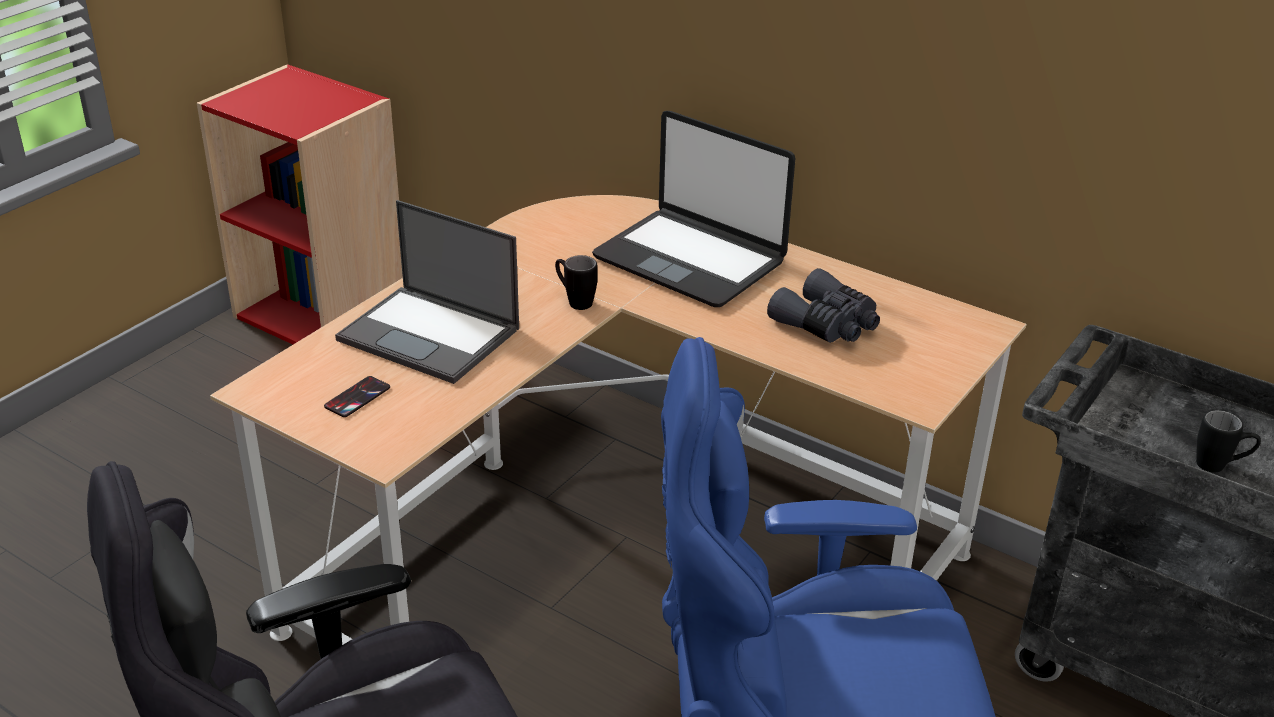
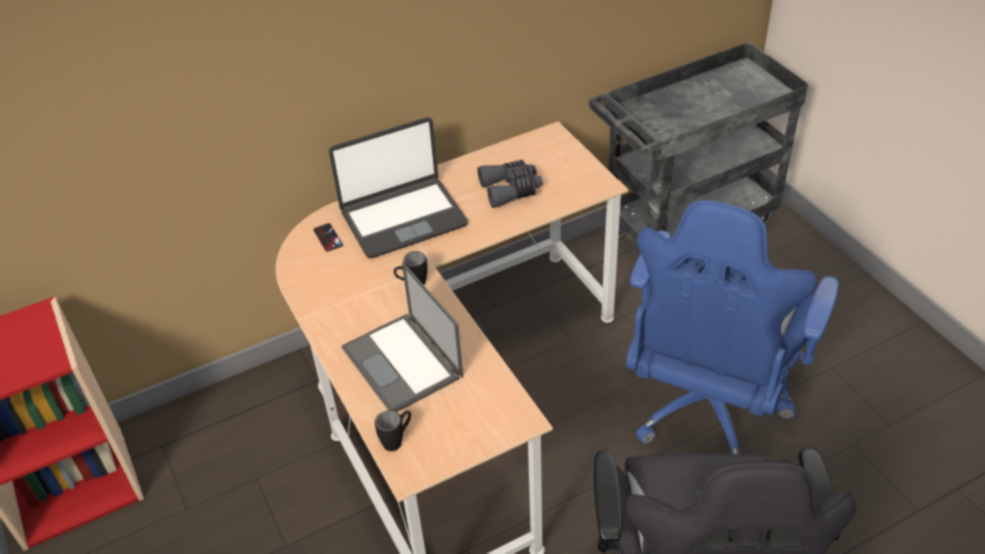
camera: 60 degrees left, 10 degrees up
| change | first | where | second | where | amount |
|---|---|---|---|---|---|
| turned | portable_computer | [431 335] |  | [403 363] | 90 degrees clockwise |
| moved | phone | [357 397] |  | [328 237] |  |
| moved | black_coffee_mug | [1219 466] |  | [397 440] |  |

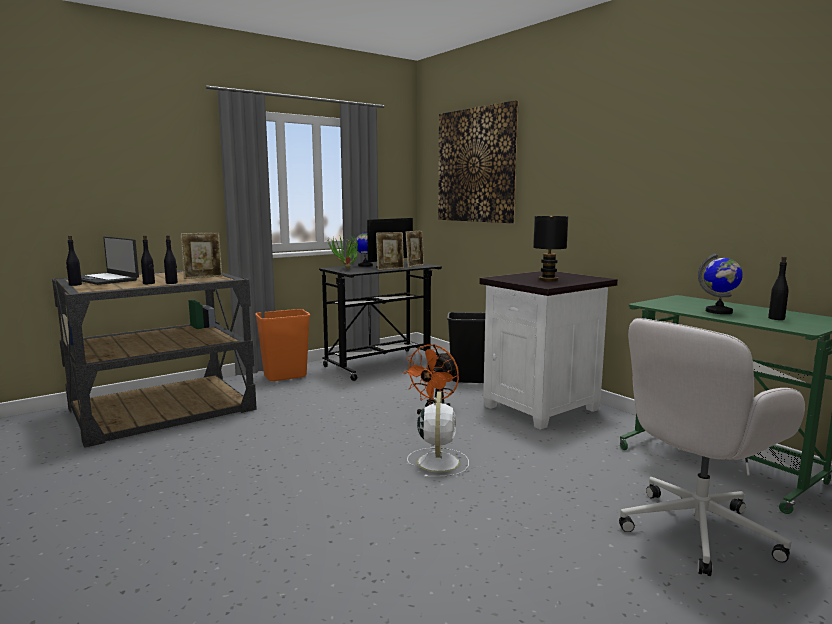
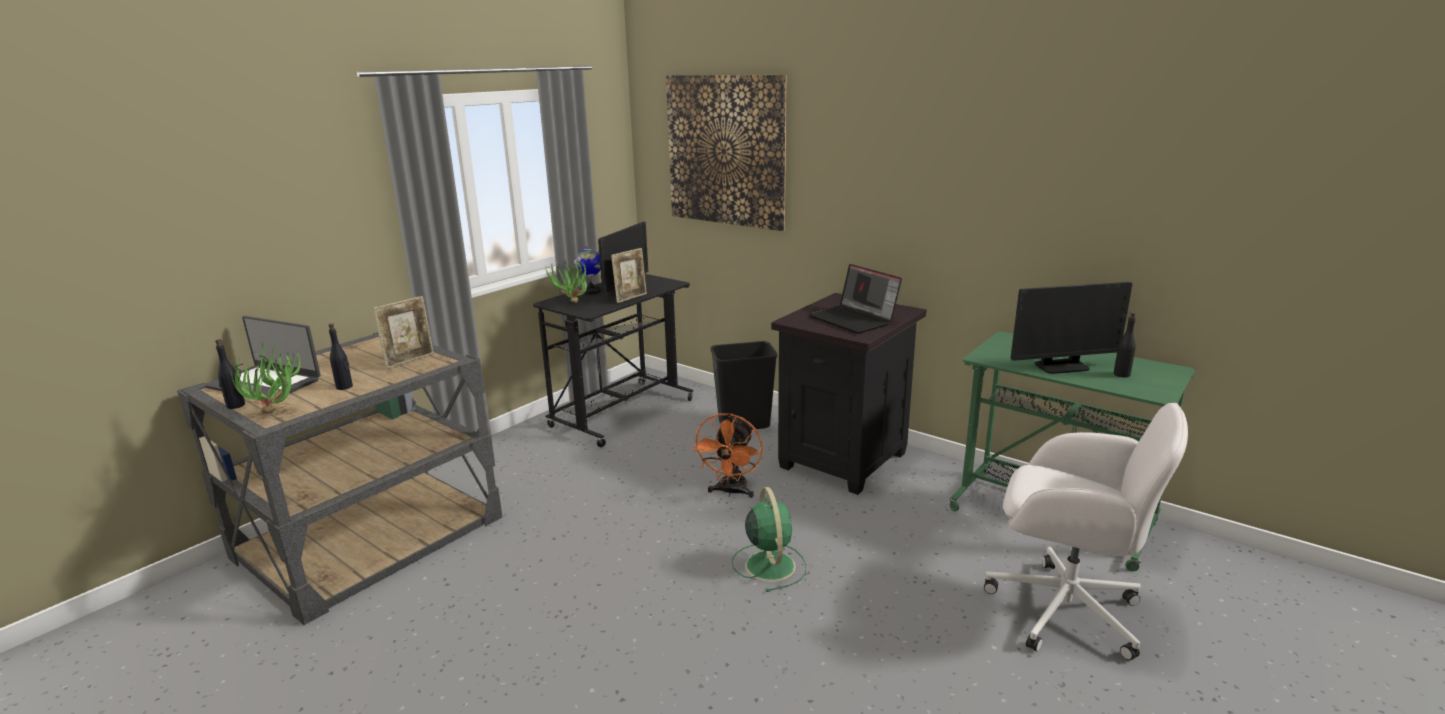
camera: 15 degrees left, 10 degrees up
| change | first | where | second | where | amount |
|---|---|---|---|---|---|
| replaced | black_table_lamp | [549 280] | portable_computer | [854 319] |  |
| removed | photo_frame | [415 266] |  |  |  |
| removed | black_drink_bottle | [172 283] |  |  |  |
| replaced | desk_globe | [719 312] | computer_display | [1061 366] |  |
| recoloured | white-coloured_storage_cabinet | [543 407] | black_storage_cabinet | [845 459] |  |
| removed | orangey_rubbish_bin | [285 376] |  |  |  |
| turned | white-coloured_computer_chair | [697 531] |  | [1064 611] | 105 degrees counterclockwise |
| recoloured | white-coloured_cooling_fan | [438 461] | greenish_cooling_fan | [769 564] |  |
| added |  |  | plant_in_a_pot | [278 413] |  |

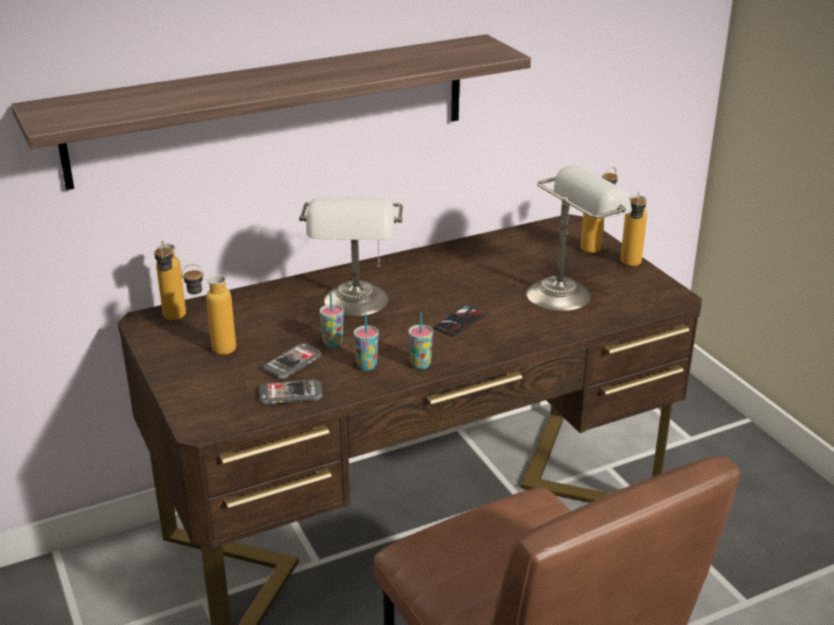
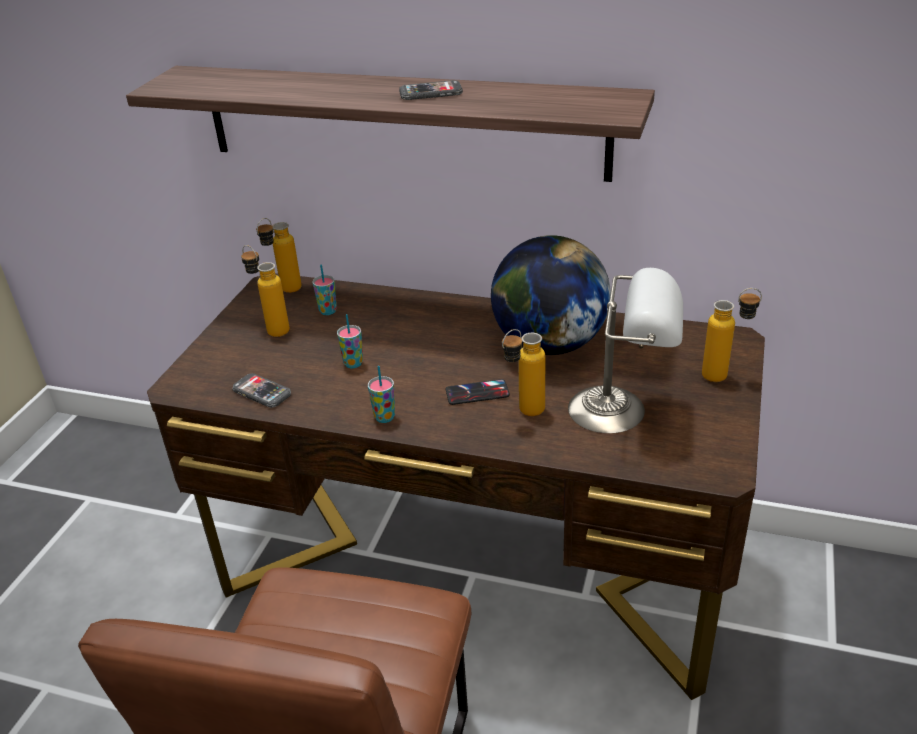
camera: 45 degrees right, 5 degrees up
| change | first | where | second | where | amount |
|---|---|---|---|---|---|
| moved | drink_bottle | [630 266] |  | [523 413] |  |
| removed | white-coloured_table_lamp | [357 306] |  |  |  |
| moved | small_cup | [367 366] |  | [328 311] |  |
| moved | phone | [292 363] |  | [431 93] |  |
| added |  |  | desk_globe | [549 344] |  |

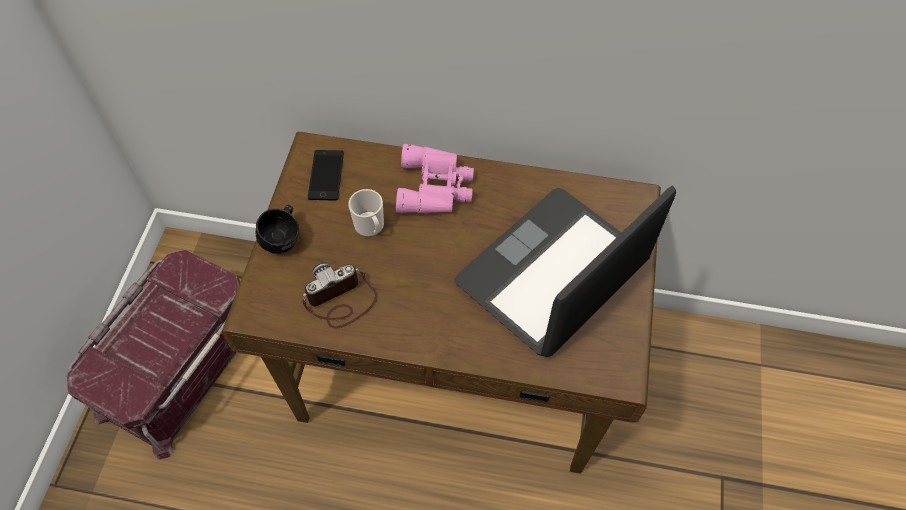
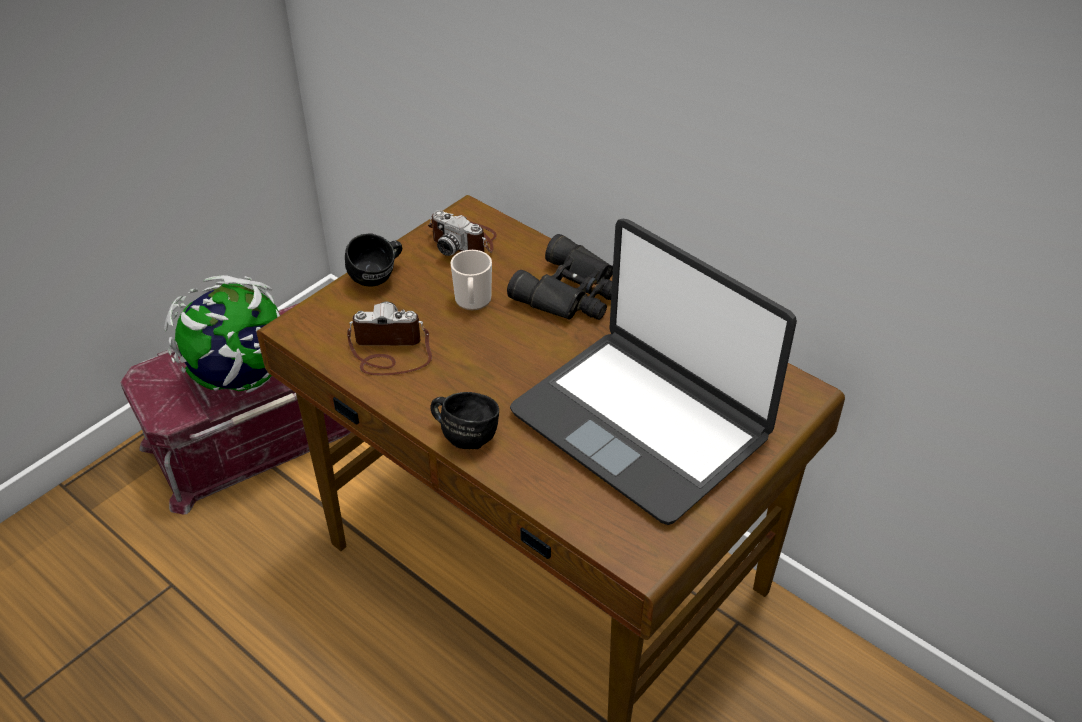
camera: 30 degrees right, 15 degrees down
| change | first | where | second | where | amount |
|---|---|---|---|---|---|
| recoloured | pink-coloured_binoculars | [436 187] | black_binoculars | [572 293] |  |
| replaced | phone | [326 175] | photo_camera | [464 240] |  |
| turned | portable_computer | [554 273] |  | [641 423] | 120 degrees counterclockwise |
| added |  |  | desk_globe | [240 378] |  |
| added |  |  | black_coffee_mug | [465 433] |  |

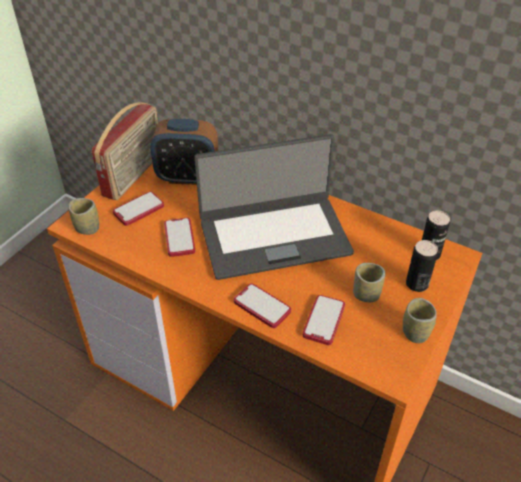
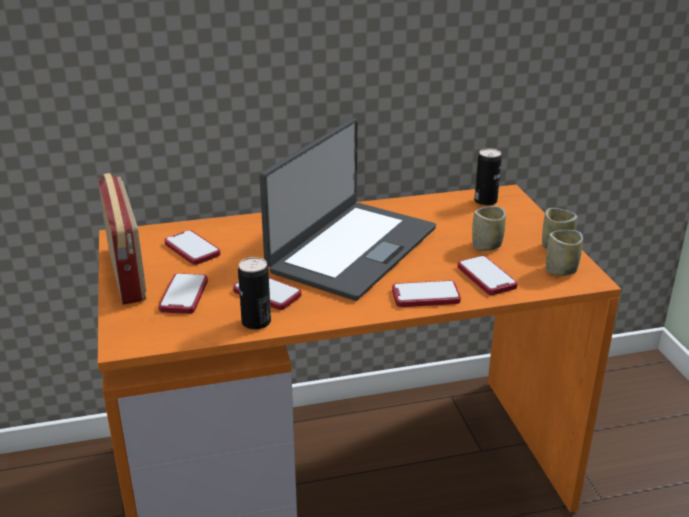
camera: 45 degrees left, 15 degrees down
| change | first | where | second | where | amount |
|---|---|---|---|---|---|
| replaced | bedside_clock | [187 177] | phone | [192 249] |  |
| moved | small_cup | [87 228] |  | [561 270] |  |
| moved | sealed_can | [417 284] |  | [256 322] |  |

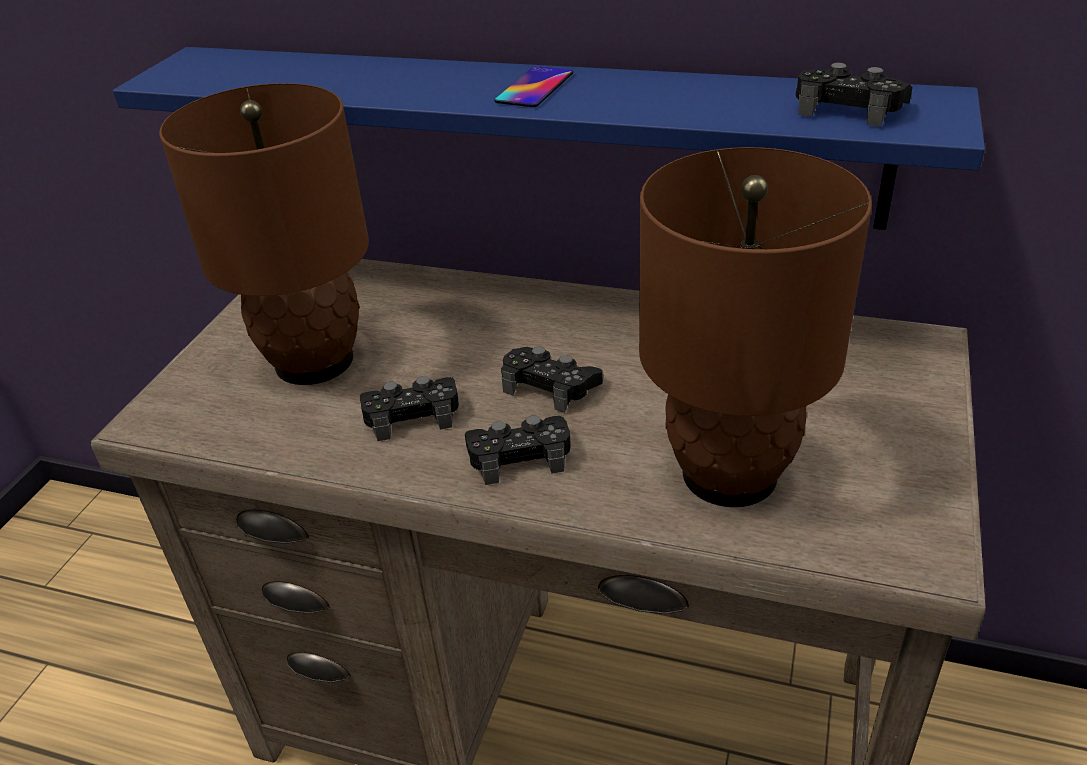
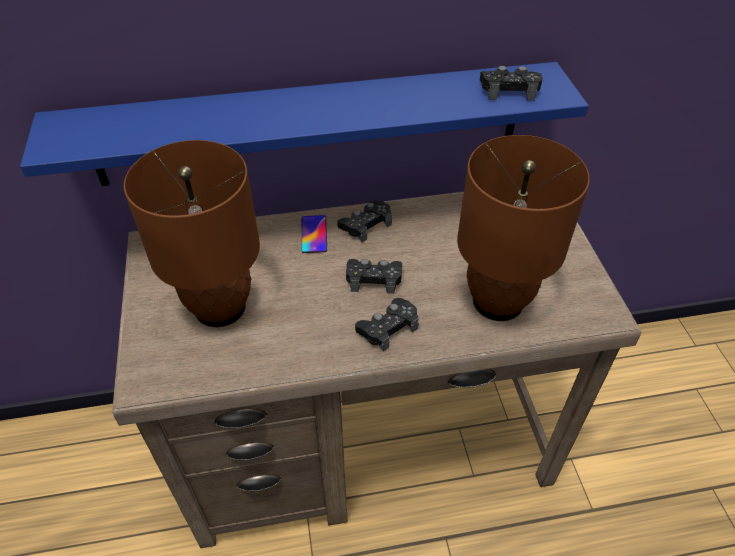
camera: 30 degrees left, 10 degrees up
| change | first | where | second | where | amount |
|---|---|---|---|---|---|
| moved | phone | [534 88] |  | [314 234] |  |
| moved | black_gamepad | [412 415] |  | [366 225] |  |

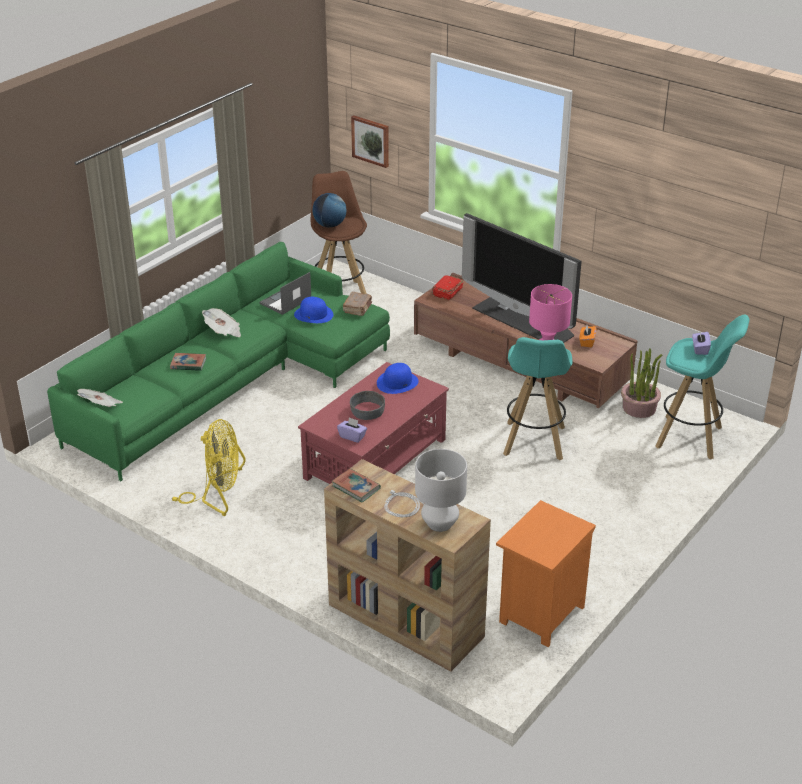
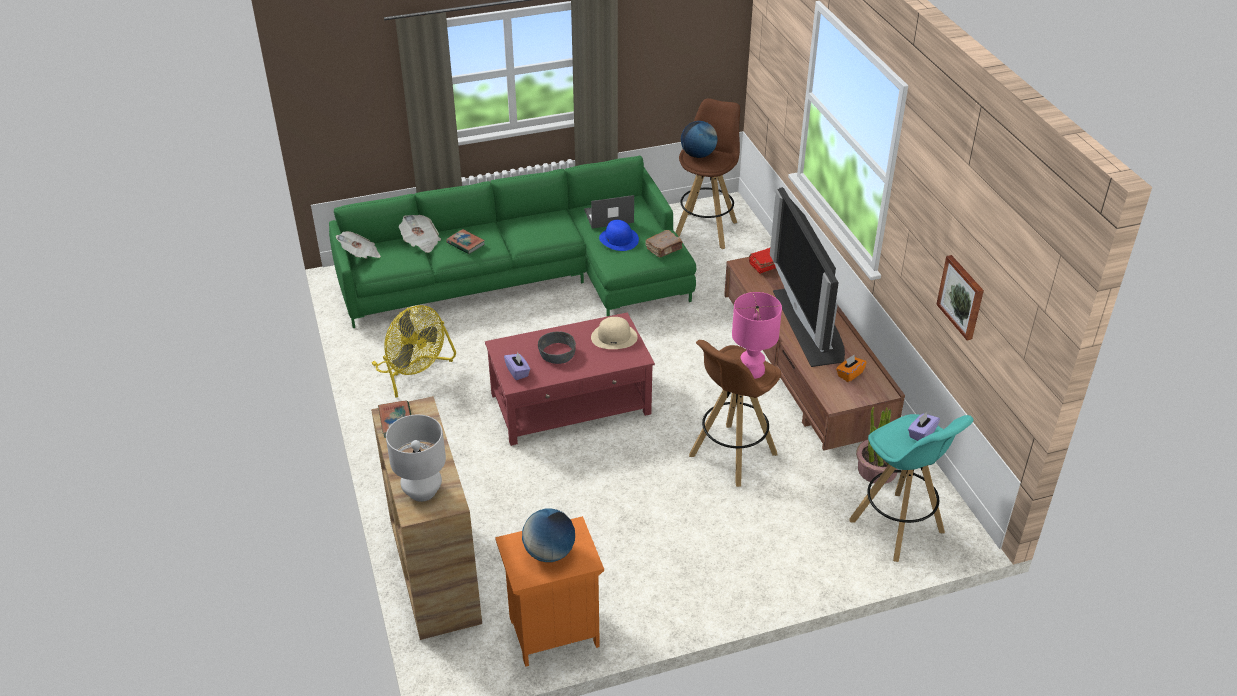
camera: 35 degrees right, 5 degrees up
| change | first | where | second | where | amount |
|---|---|---|---|---|---|
| moved | wall_picture | [371 140] |  | [961 297] |  |
| moved | printed_paper | [223 332] |  | [421 242] |  |
| recoloured | turquoise_stool | [533 442] | brown_stool | [731 455] |  |
| recoloured | blue_wearable_hat | [397 382] | sand-coloured_wearable_hat | [614 337] |  |
| added |  |  | desk_globe | [549 553] |  |

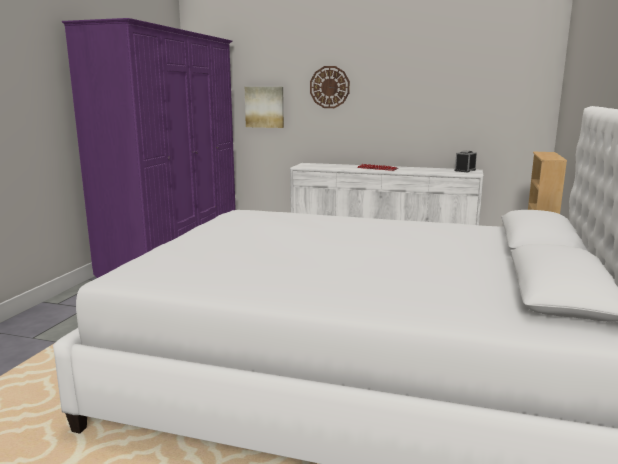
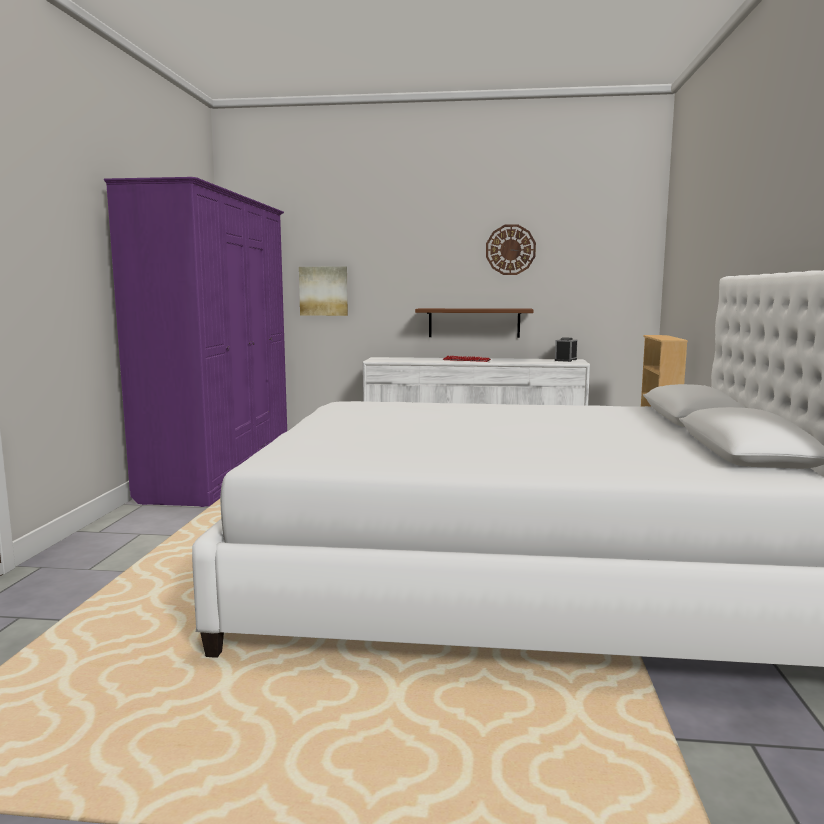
camera: 10 degrees left, 5 degrees down
| change | first | where | second | where | amount |
|---|---|---|---|---|---|
| moved | wall_clock | [329 87] |  | [510 250] |  |
| added |  |  | brown_shelf | [474 322] |  |

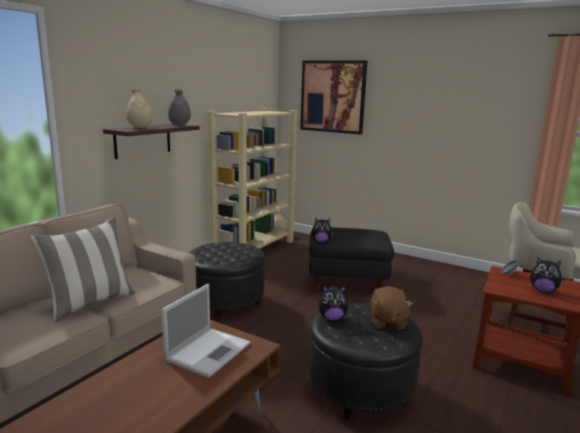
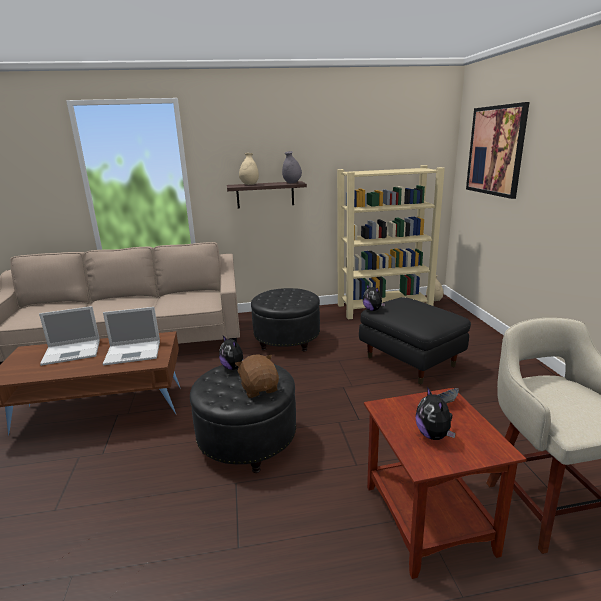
camera: 50 degrees right, 5 degrees up
| change | first | where | second | where | amount |
|---|---|---|---|---|---|
| removed | cushion | [90 303] |  |  |  |
| turned | brown_plush_toy | [387 322] |  | [259 388] | 105 degrees clockwise |
| added |  |  | portable_computer | [73 352] |  |

